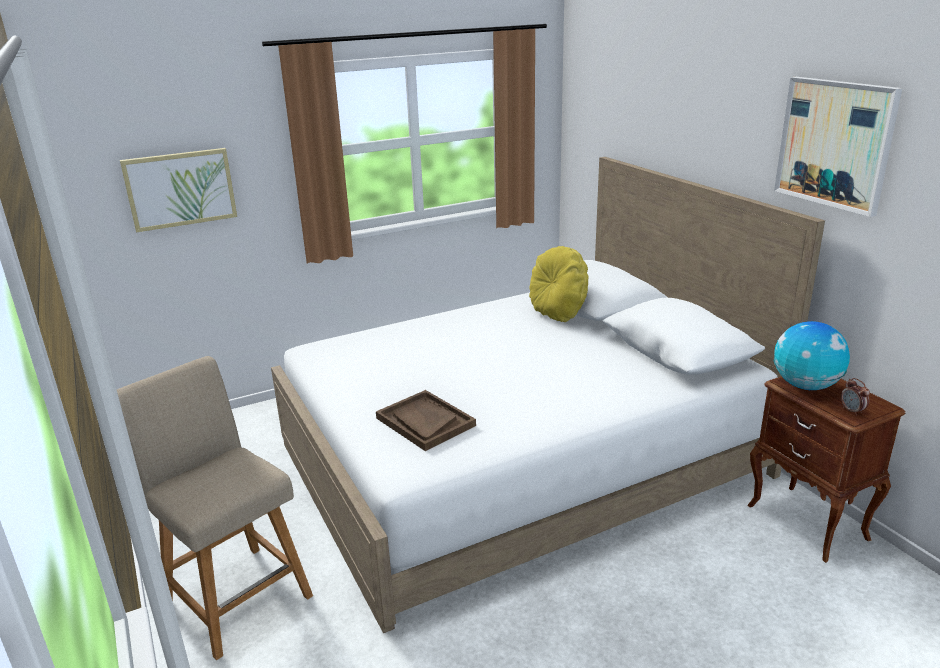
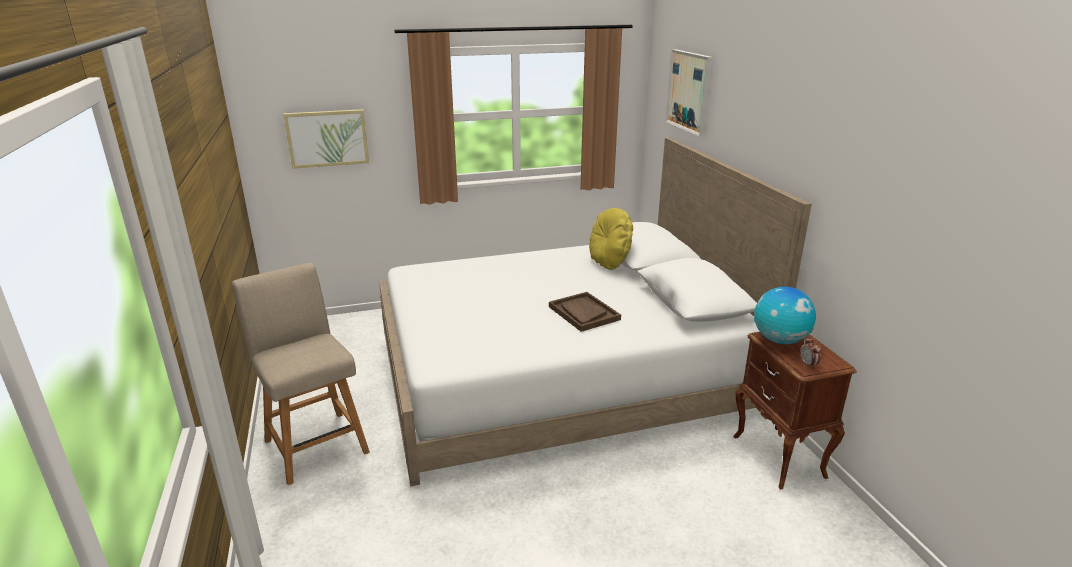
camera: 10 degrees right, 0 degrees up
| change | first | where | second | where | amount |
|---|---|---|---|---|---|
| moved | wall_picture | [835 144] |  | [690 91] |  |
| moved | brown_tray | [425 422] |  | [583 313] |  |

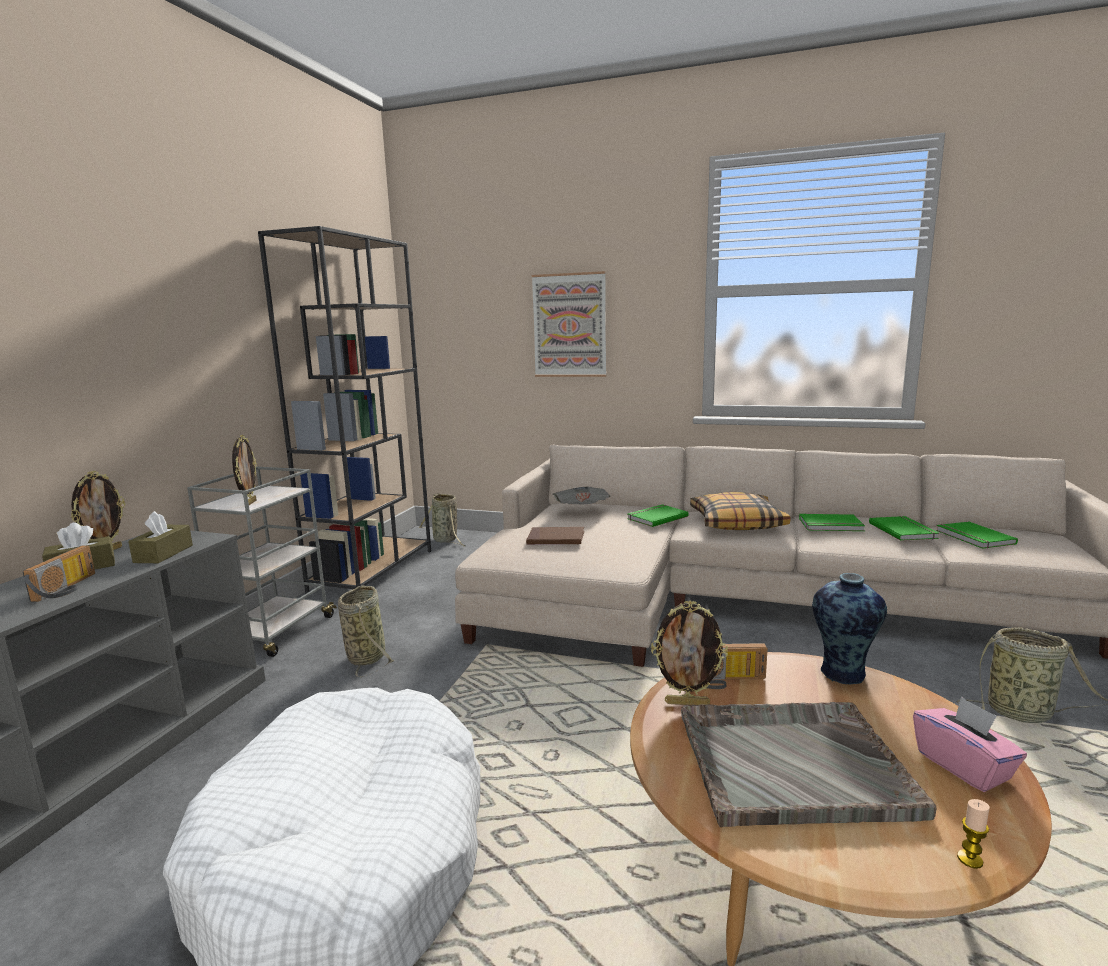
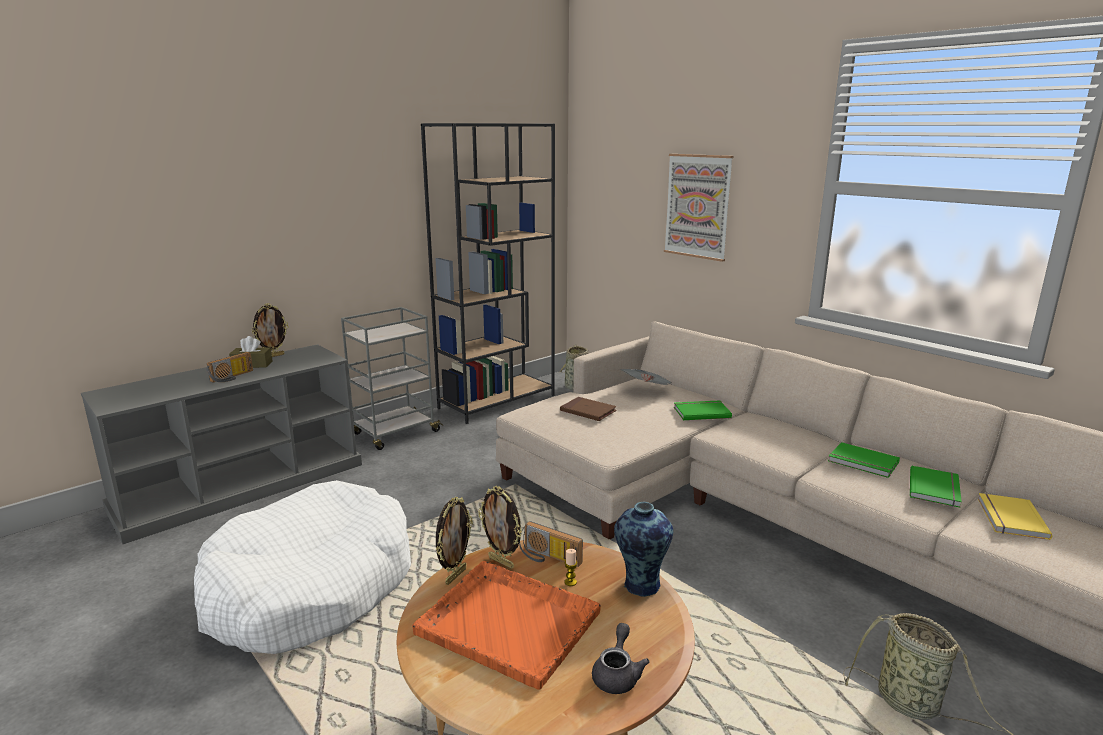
camera: 30 degrees right, 5 degrees up
| change | first | where | second | where | amount |
|---|---|---|---|---|---|
| moved | photo_frame | [249 503] |  | [455 575] |  |
| removed | cushion | [737 522] |  |  |  |
| removed | brown_tissue_holder | [163 554] |  |  |  |
| recoloured | greenish_bound_book | [973 537] | yellow-coloured_bound_book | [1009 518] |  |
| removed | household_basket | [366 656] |  |  |  |
| replaced | pink-coloured_tissue_holder | [963 766] | greyish_tea_pot | [617 674] |  |
| recoloured | greyish_tray | [790 763] | orangey_tray | [507 622] |  |
| moved | wax_candle | [970 859] |  | [570 582] |  |

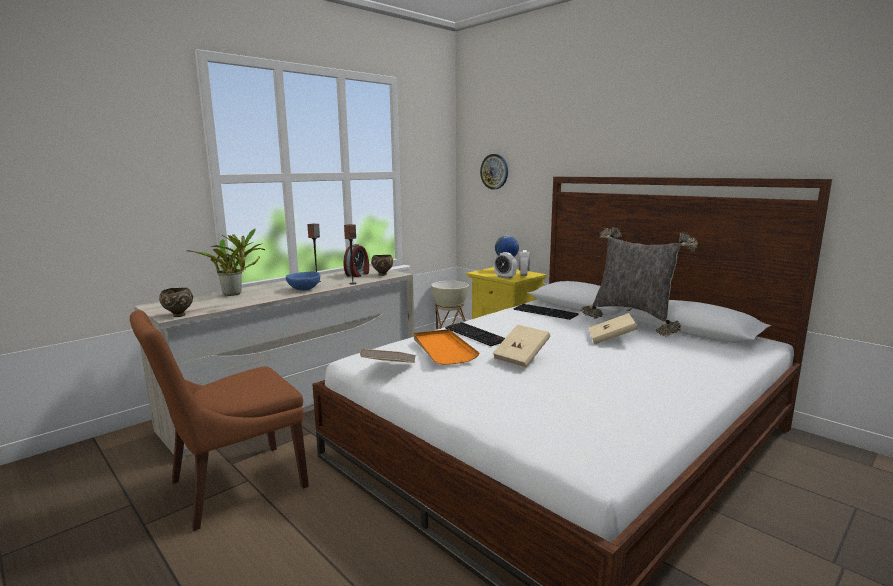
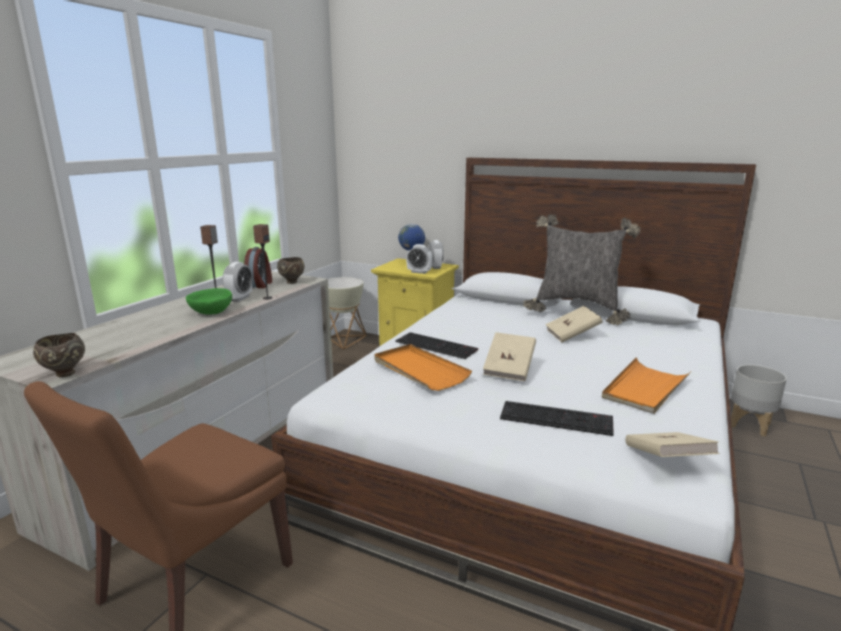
camera: 20 degrees left, 5 degrees up
| change | first | where | second | where | amount |
|---|---|---|---|---|---|
| removed | wall_clock | [494 171] |  |  |  |
| removed | plant_in_a_pot | [235 293] |  |  |  |
| recoloured | blue_deep_dish | [303 289] | greenish_deep_dish | [211 312] |  |
| moved | keyboard | [546 312] |  | [557 418] |  |
| moved | sand-coloured_bound_book | [389 369] |  | [666 461] |  |
| added |  |  | bedside_clock | [239 298] |  |
| added |  |  | orangey_tray | [645 388] |  |
| added |  |  | greyish_plant_pot | [750 425] |  |

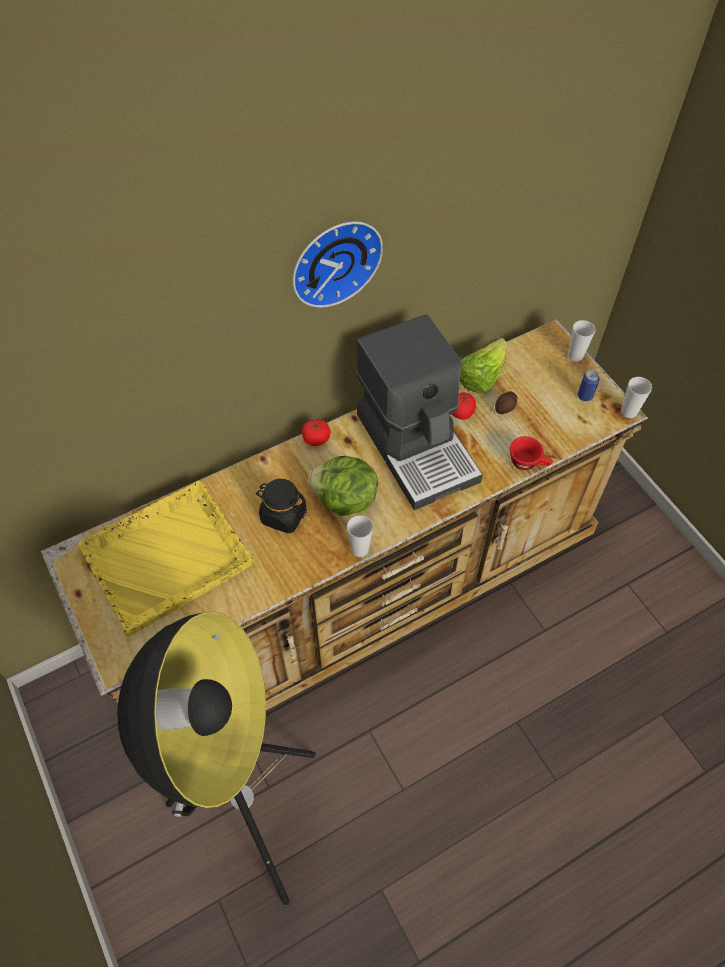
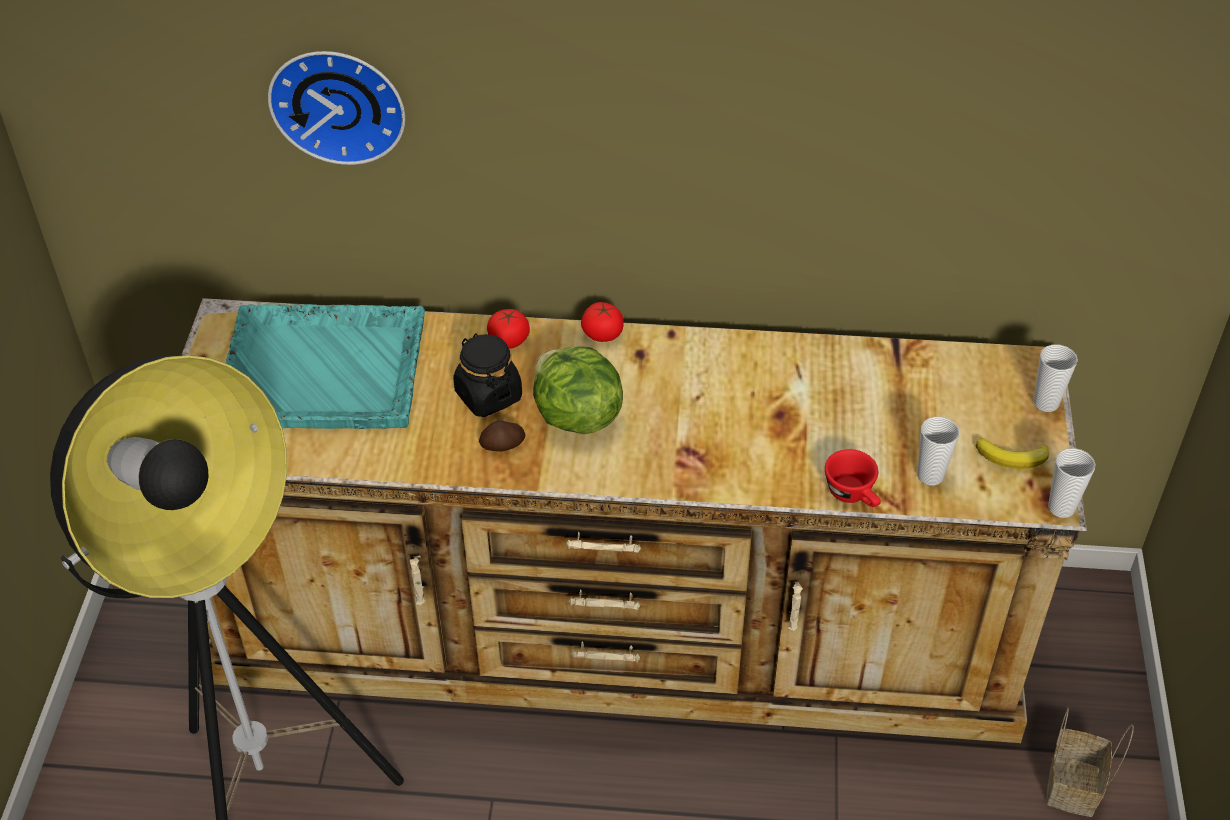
camera: 35 degrees right, 10 degrees down
| change | first | where | second | where | amount |
|---|---|---|---|---|---|
| moved | wall_clock | [334 260] |  | [339 102] |  |
| removed | coffee_brewer | [418 445] |  |  |  |
| removed | lettuce_head | [481 377] |  |  |  |
| replaced | sealed_can | [585 396] | banana_fruit | [1013 457] |  |
| moved | spud | [505 407] |  | [503 445] |  |
| moved | fresh_tomato | [461 413] |  | [509 340] |  |
| recoloured | yellow-coloured_tray | [168 556] | turquoise_tray | [324 370] |  |
| moved | small_cup | [360 549] |  | [930 476] |  |
| added |  |  | household_basket | [1074 788] |  |

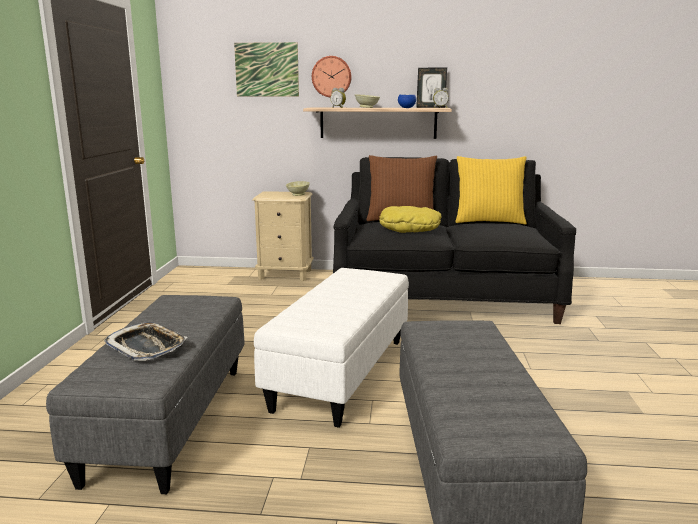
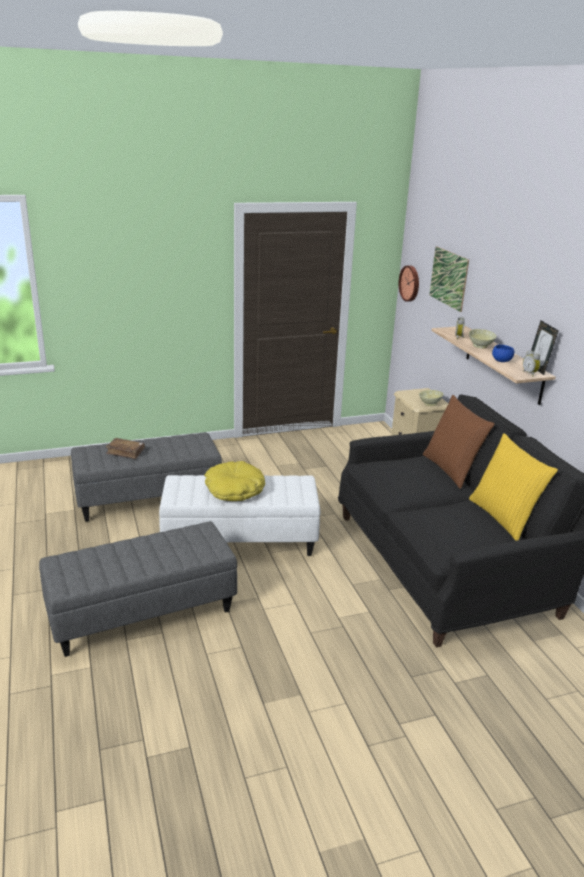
camera: 65 degrees right, 10 degrees up
| change | first | where | second | where | amount |
|---|---|---|---|---|---|
| moved | wall_clock | [331 76] |  | [410 283] |  |
| moved | yellow-coloured_cushion | [409 229] |  | [235 490] |  |
| replaced | tray | [147 347] | brown_bound_book | [126 452] |  |

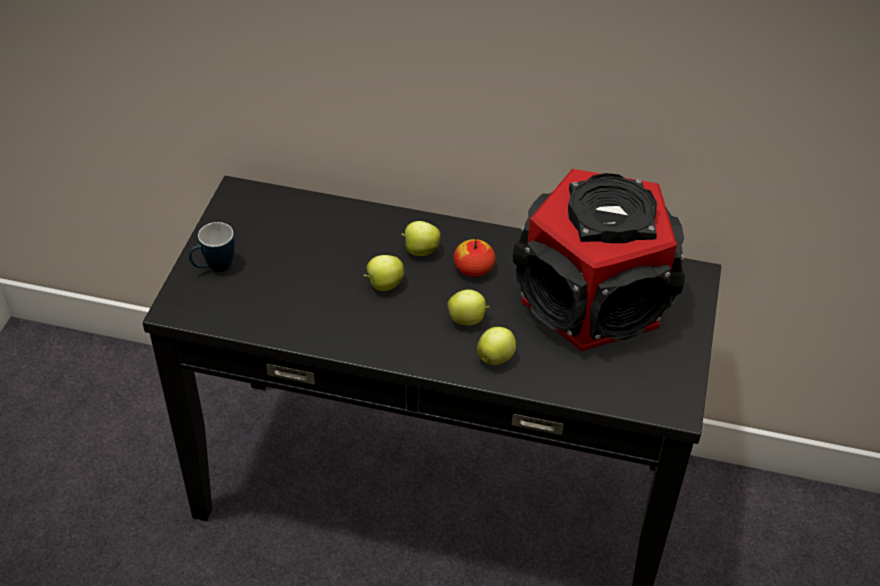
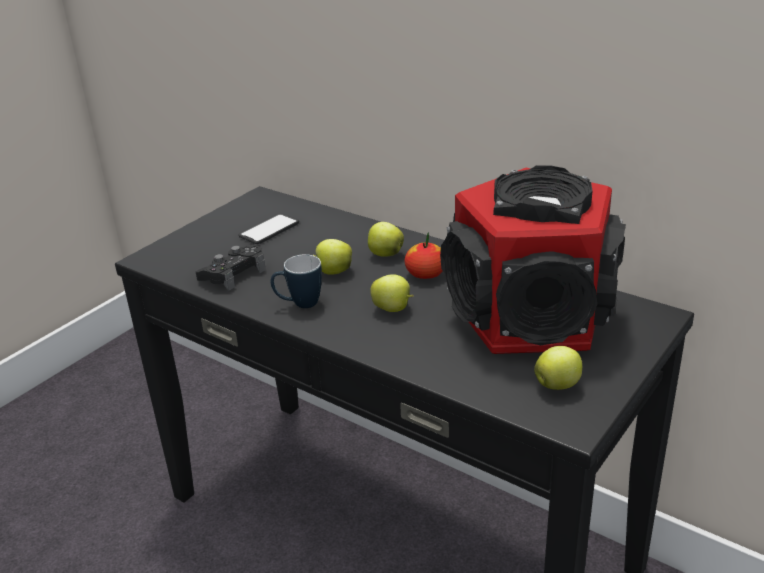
camera: 25 degrees right, 15 degrees down
| change | first | where | second | where | amount |
|---|---|---|---|---|---|
| moved | coffee_mug | [214 268] |  | [299 304] |  |
| moved | apple | [496 357] |  | [558 385] |  |
| added |  |  | phone | [269 230] |  |
| added |  |  | black_gamepad | [233 274] |  |

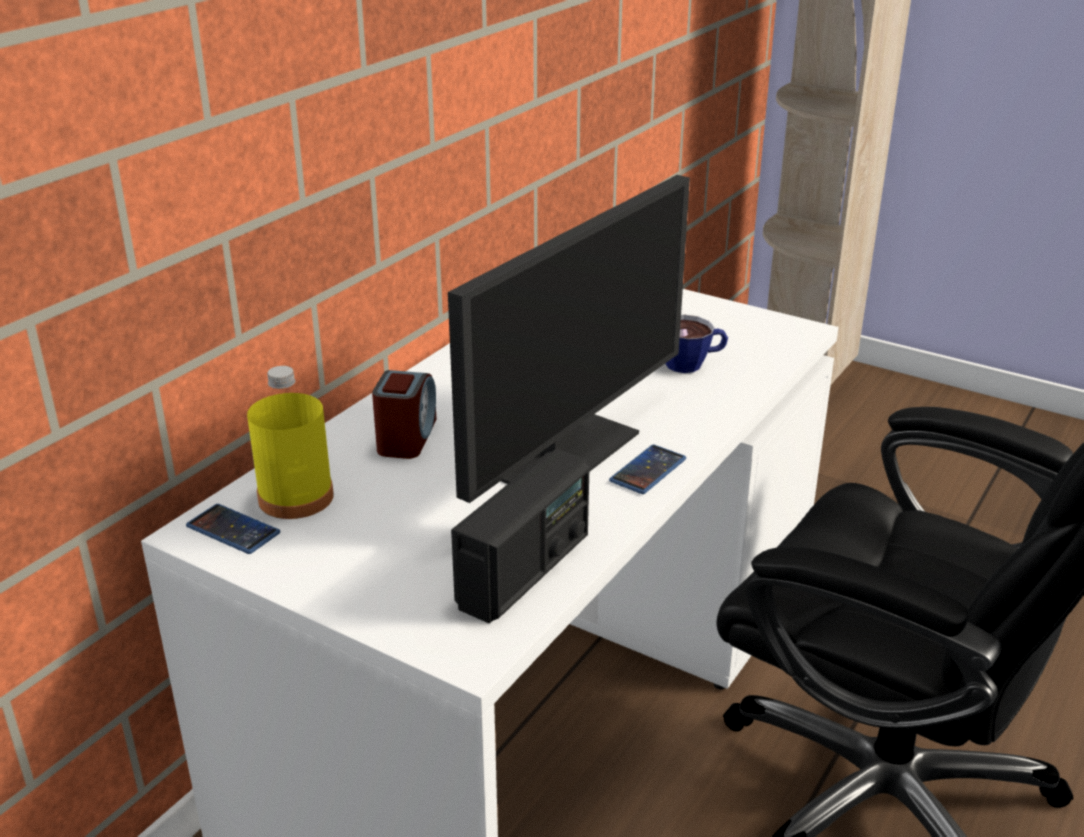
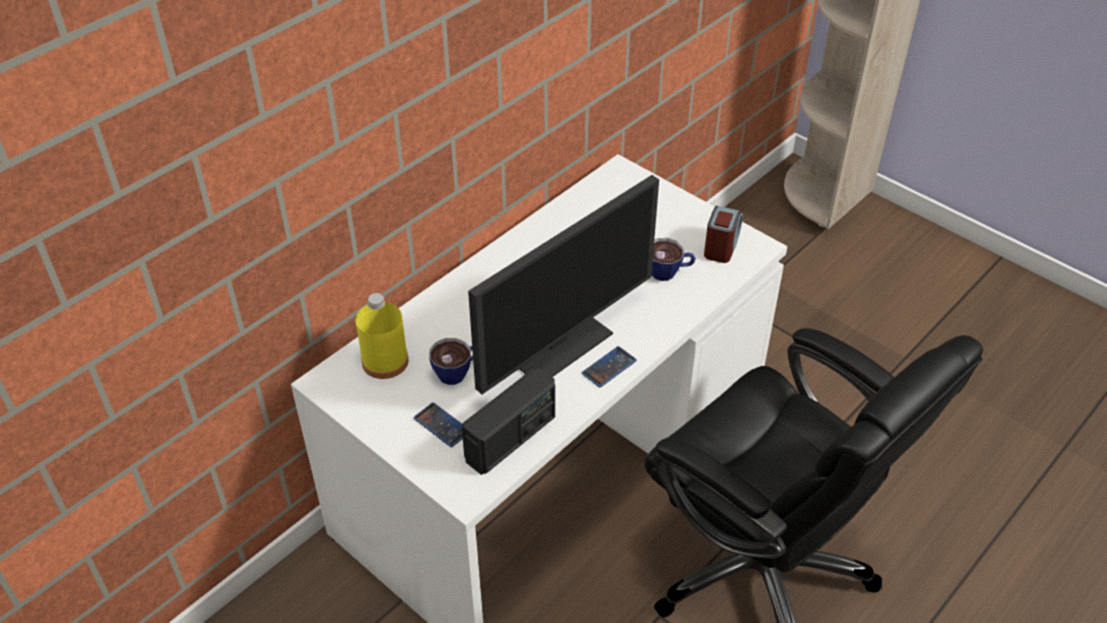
camera: 10 degrees right, 15 degrees up
| change | first | where | second | where | amount |
|---|---|---|---|---|---|
| moved | bedside_clock | [407 437] |  | [721 246] |  |
| moved | phone | [233 530] |  | [442 425] |  |
| added |  |  | small_cup | [458 372] |  |

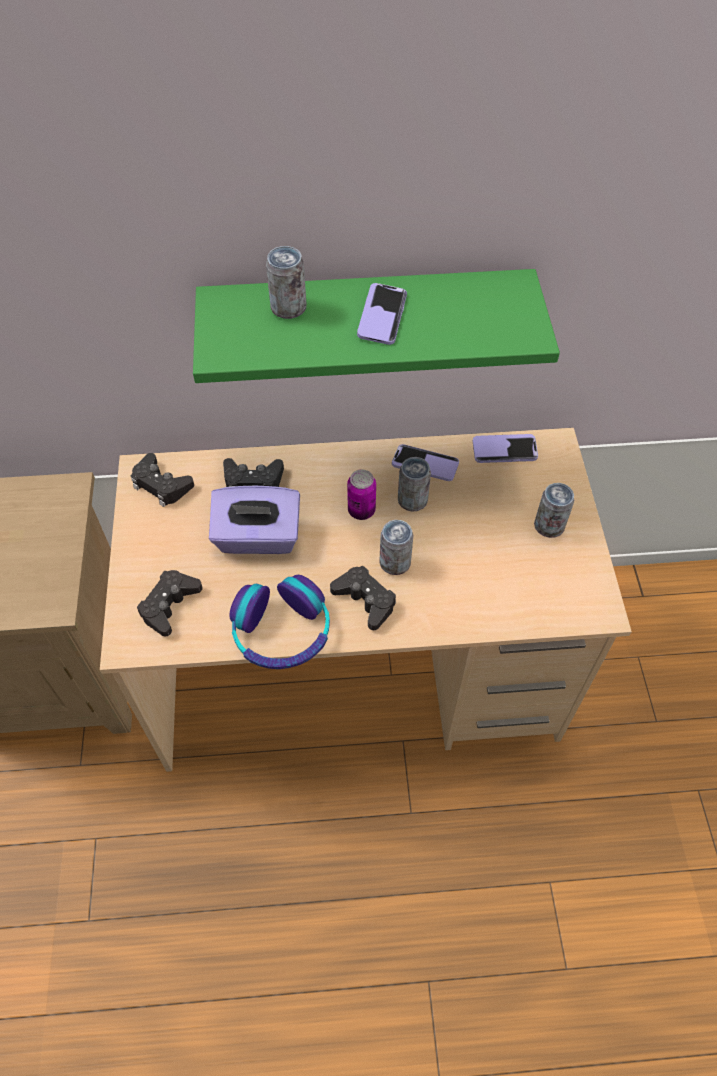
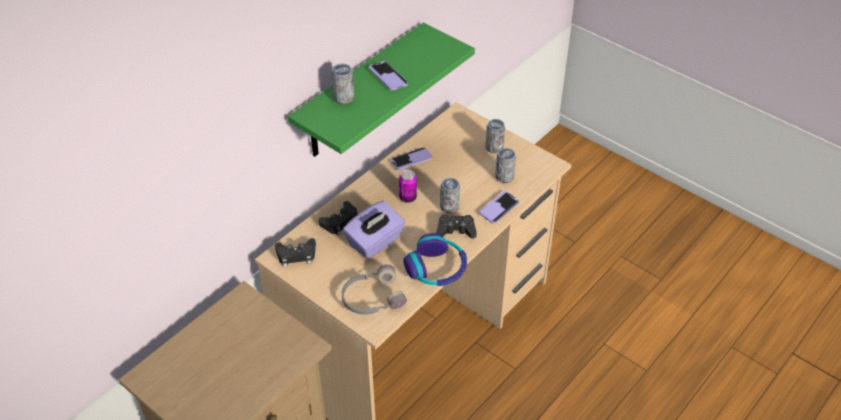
camera: 45 degrees left, 10 degrees down
| change | first | where | second | where | amount |
|---|---|---|---|---|---|
| moved | phone | [504 450] |  | [499 208] |  |
| moved | sealed_can | [412 500] |  | [504 177] |  |
| replaced | black_gamepad | [169 605] | greyish_headphones | [372 298] |  |

